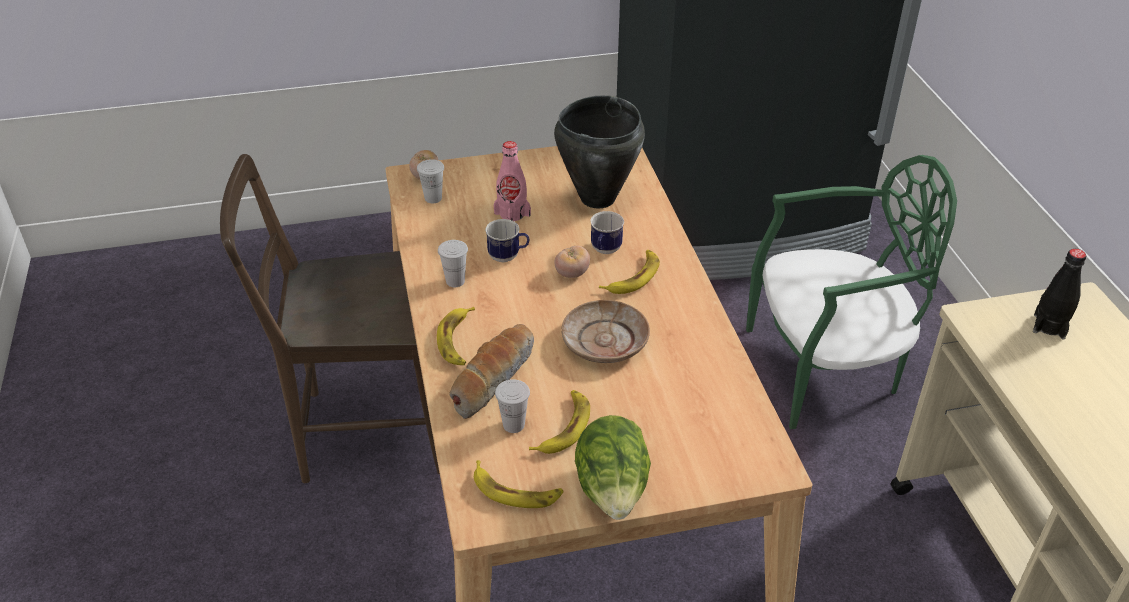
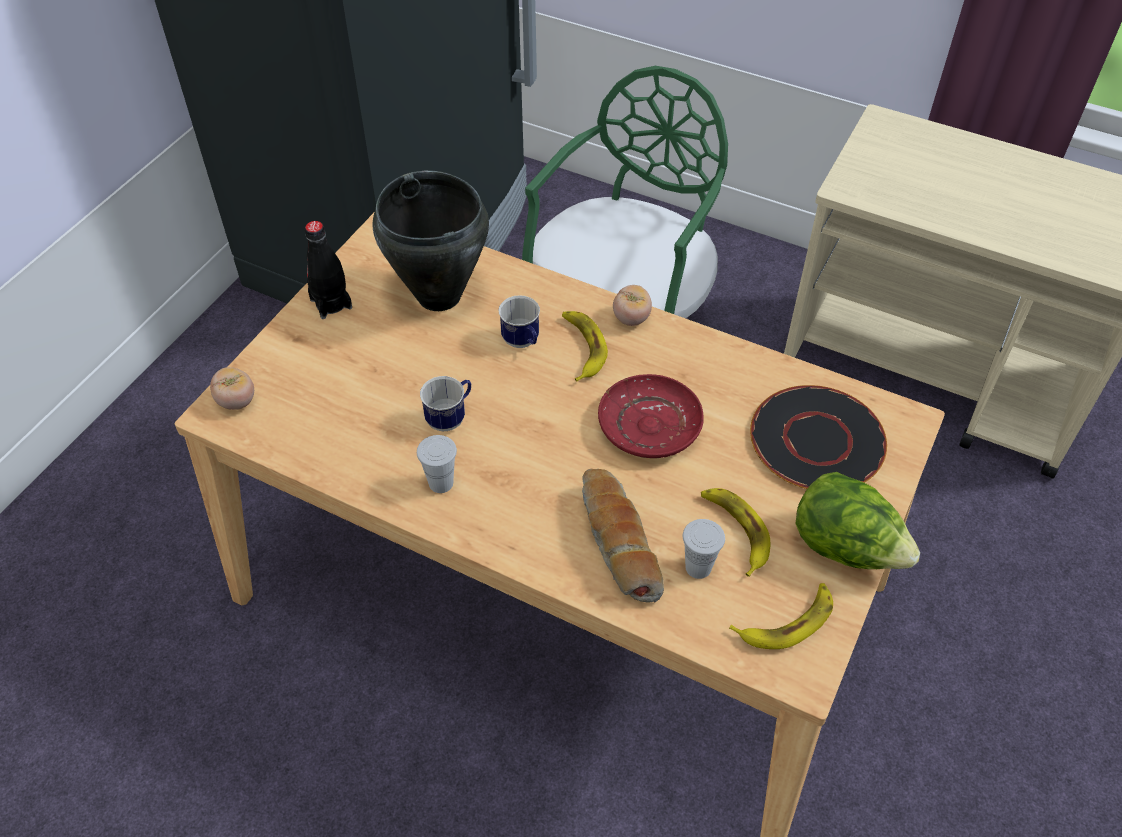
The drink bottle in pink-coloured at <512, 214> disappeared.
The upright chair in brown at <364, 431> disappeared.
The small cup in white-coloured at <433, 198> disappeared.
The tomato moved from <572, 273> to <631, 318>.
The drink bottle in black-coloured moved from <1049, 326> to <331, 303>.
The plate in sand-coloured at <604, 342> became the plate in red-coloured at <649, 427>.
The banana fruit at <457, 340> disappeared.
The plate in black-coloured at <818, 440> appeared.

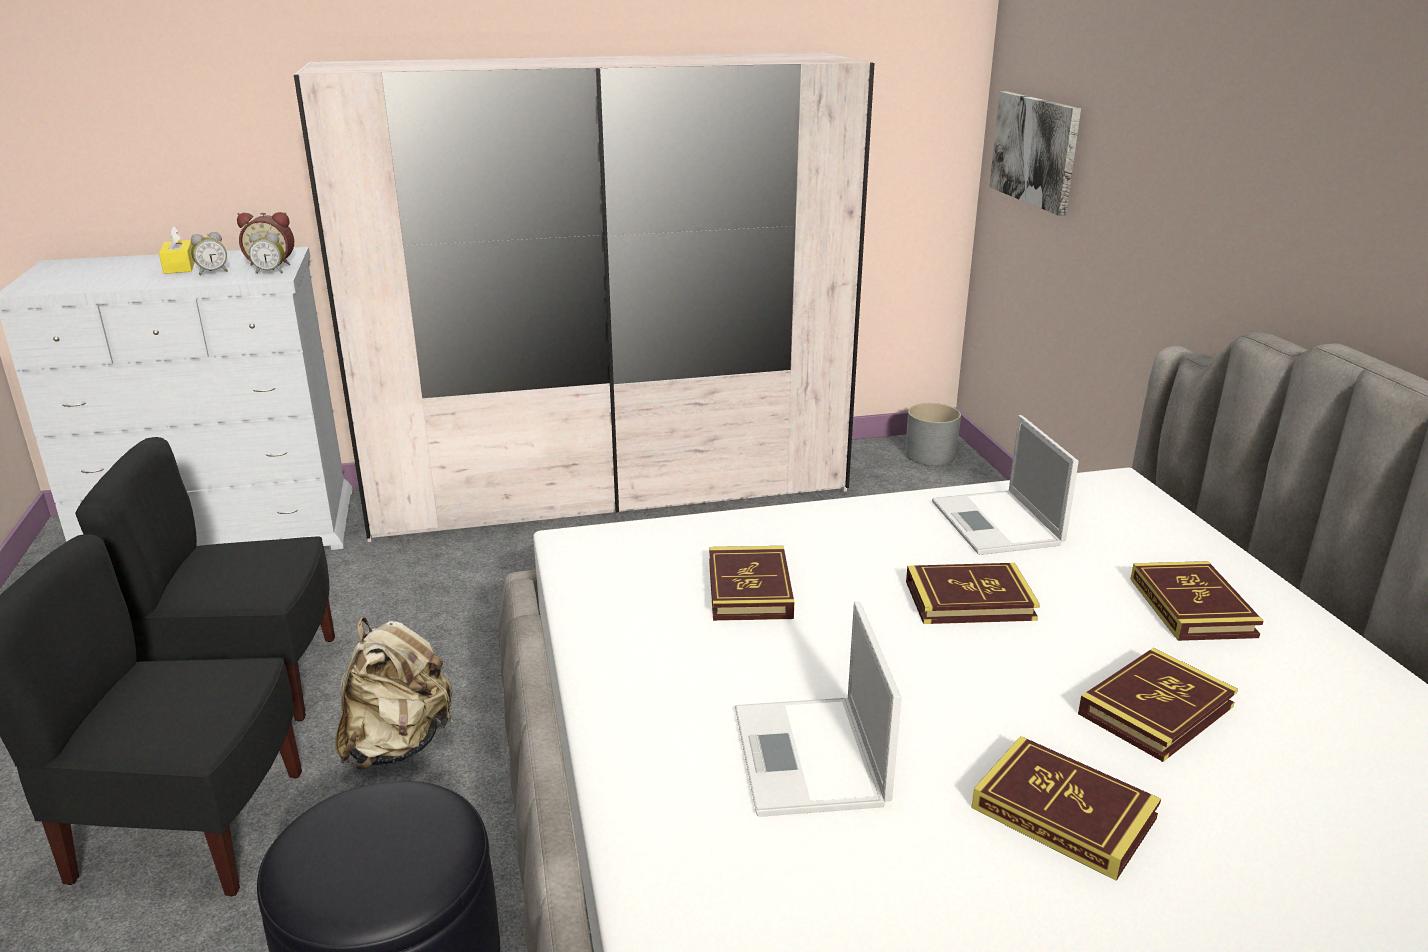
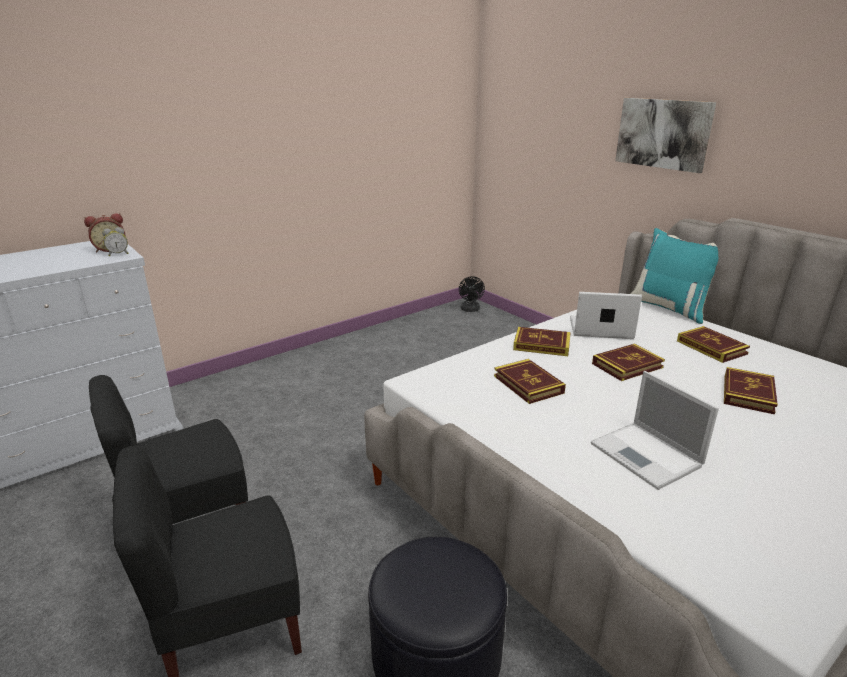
The wardrobe in white-coloured at <612, 490> disappeared.
The wall art moved from <1035, 150> to <663, 133>.
The tissue box in yellowish at <179, 267> disappeared.
The table clock at <212, 272> disappeared.
The flower pot in greyish at <930, 455> was replaced by the electric fan in black-coloured at <470, 310>.
The laptop at <998, 524> turned 135 degrees clockwise.
The backpack in sand-coloured at <398, 744> disappeared.
The bound book moved from <1063, 813> to <541, 345>.
The cushion in turquoise at <670, 308> appeared.

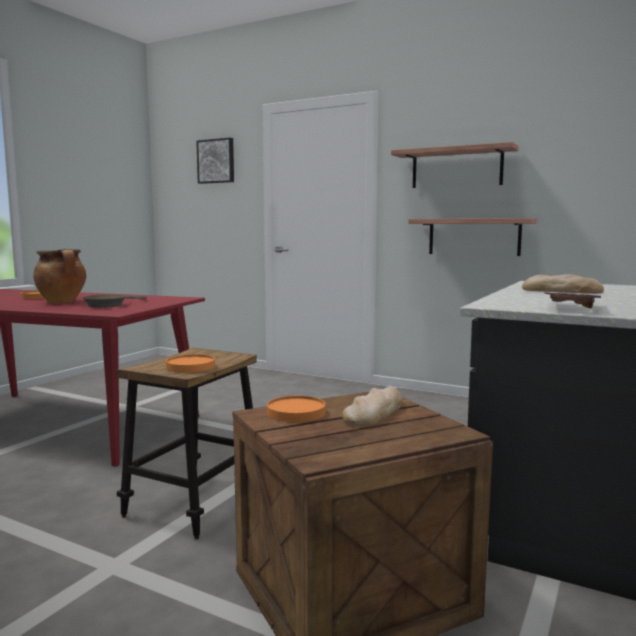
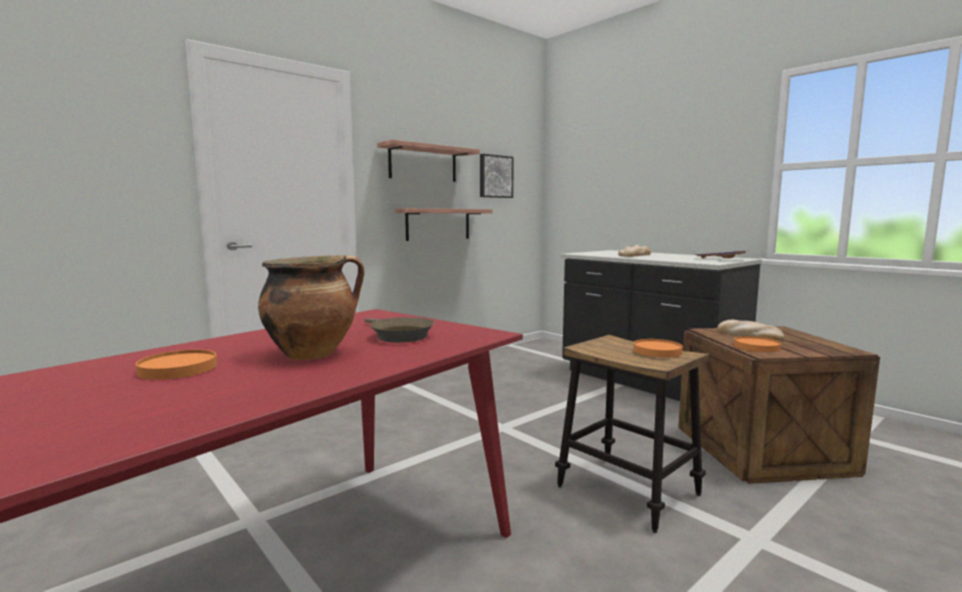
The wall art moved from <216, 161> to <495, 176>.

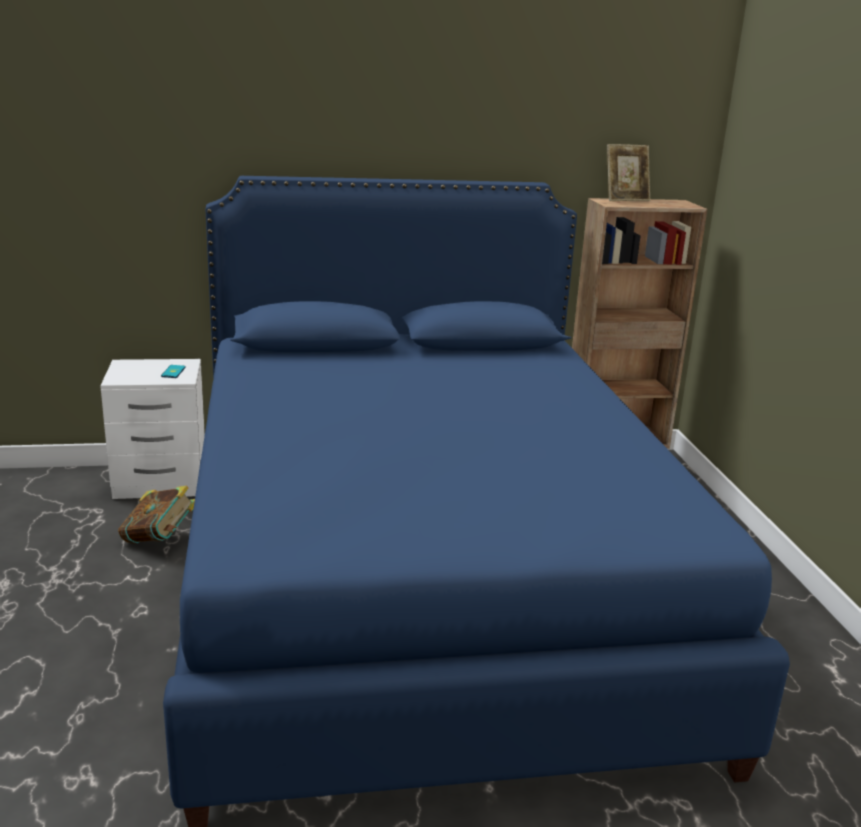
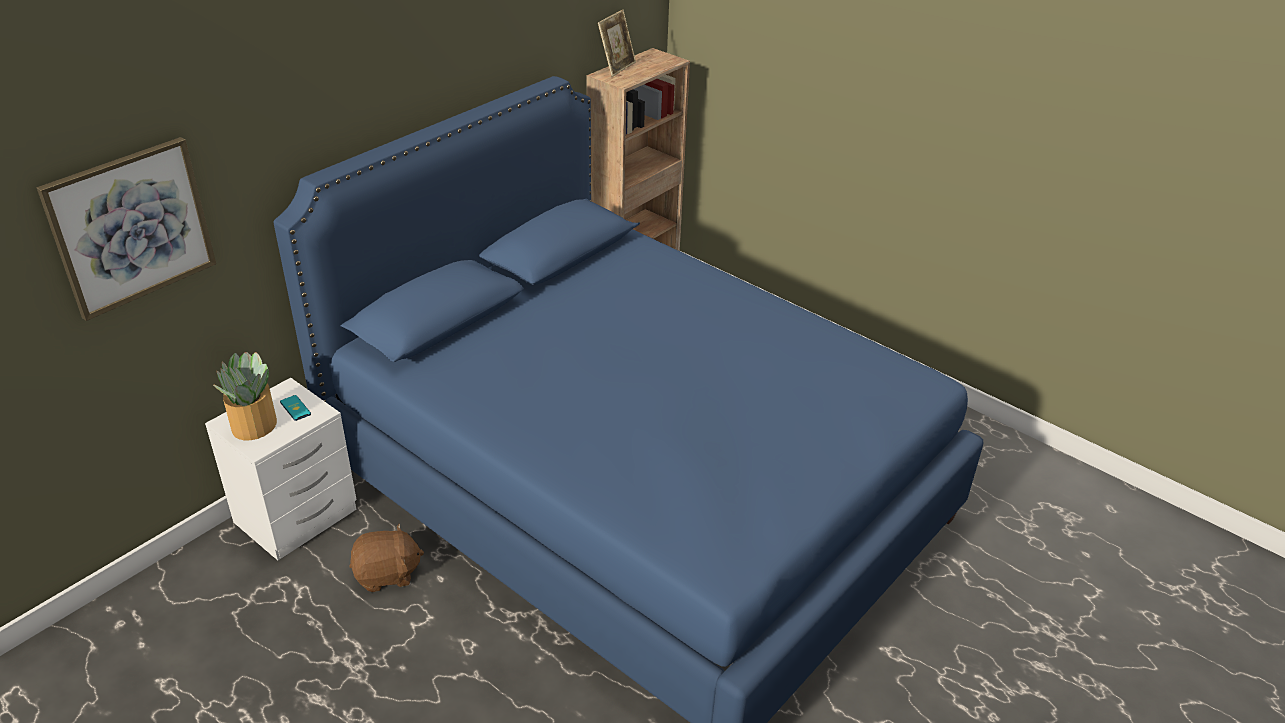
The bound book at <160, 540> was replaced by the plush toy in brown at <387, 574>.
The wall art at <131, 227> appeared.
The potted plant at <253, 426> appeared.

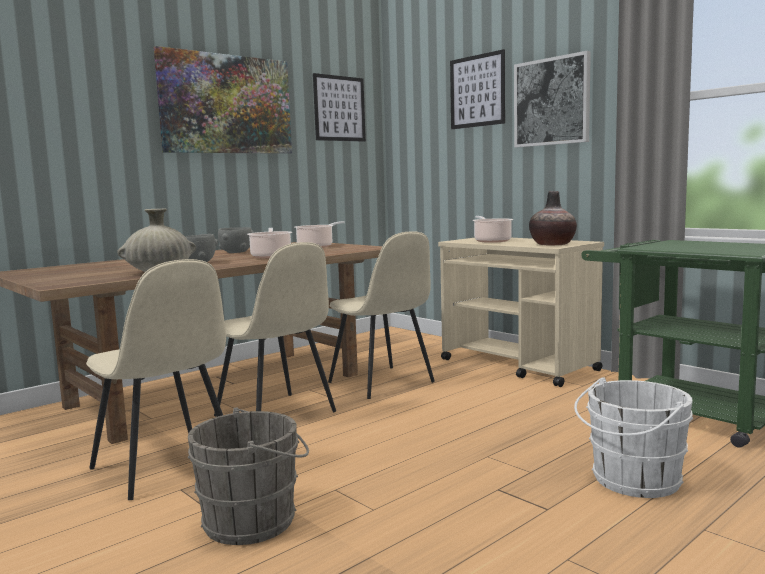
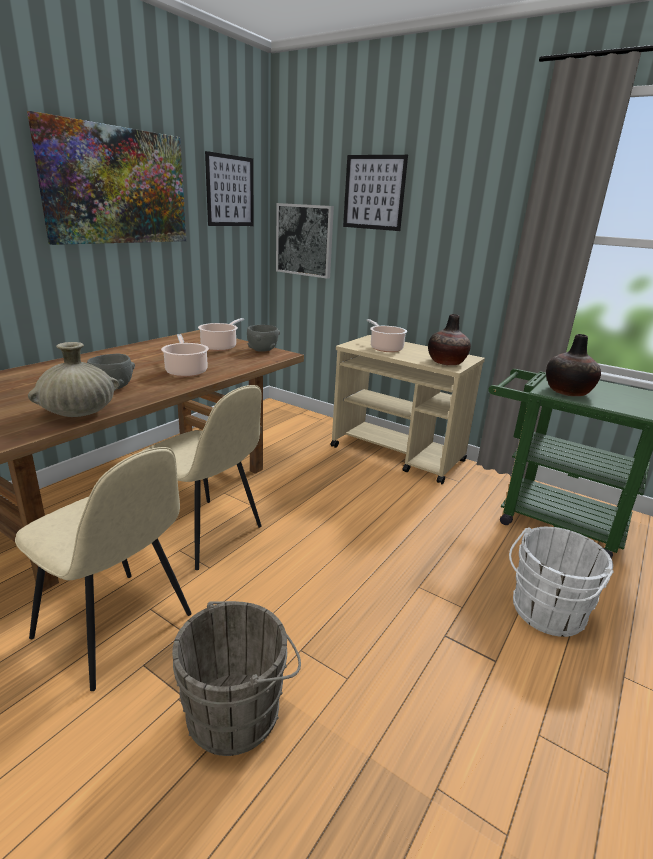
The wall art moved from <552, 102> to <304, 240>.
The deep dish in greyish moved from <236, 252> to <262, 350>.
The upright chair in sand-coloured at <382, 383> disappeared.
The flower vase at <567, 392> appeared.

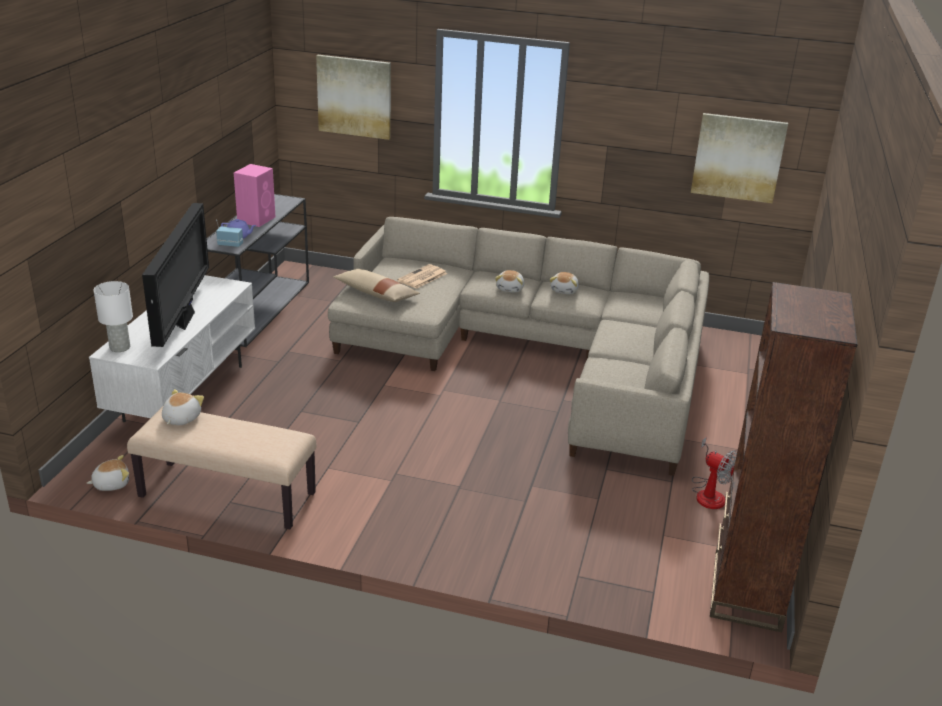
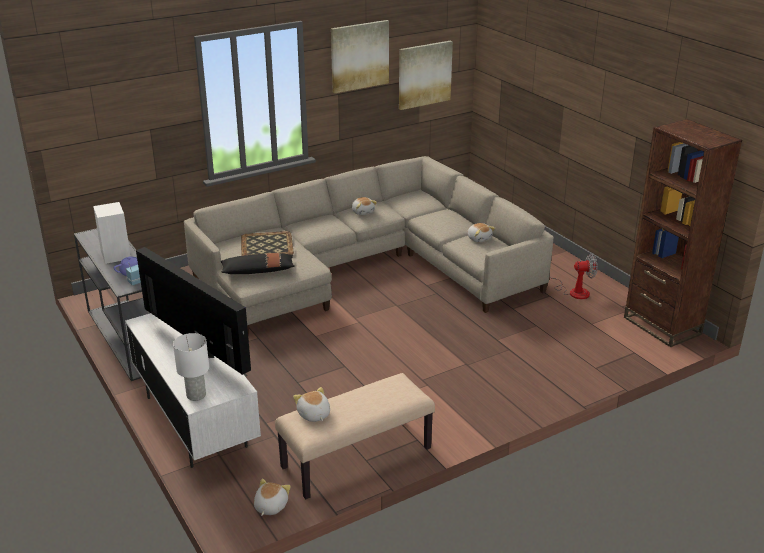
The wall art moved from <354, 96> to <359, 56>.
The audio speaker in pink-coloured at <257, 219> became the audio speaker in white-coloured at <115, 254>.
The daily paper at <422, 277> was replaced by the serving tray at <267, 245>.
The cushion in sand-coloured at <376, 294> became the cushion in black-coloured at <258, 271>.
The plush toy moved from <510, 288> to <479, 238>.

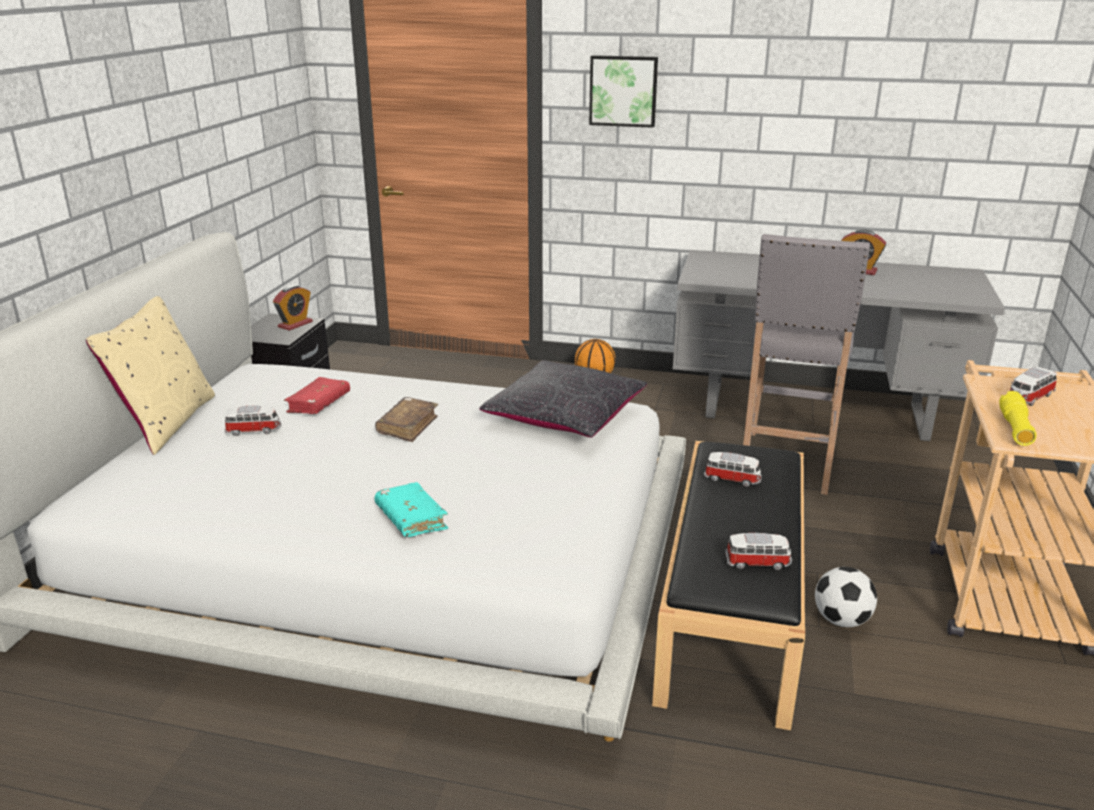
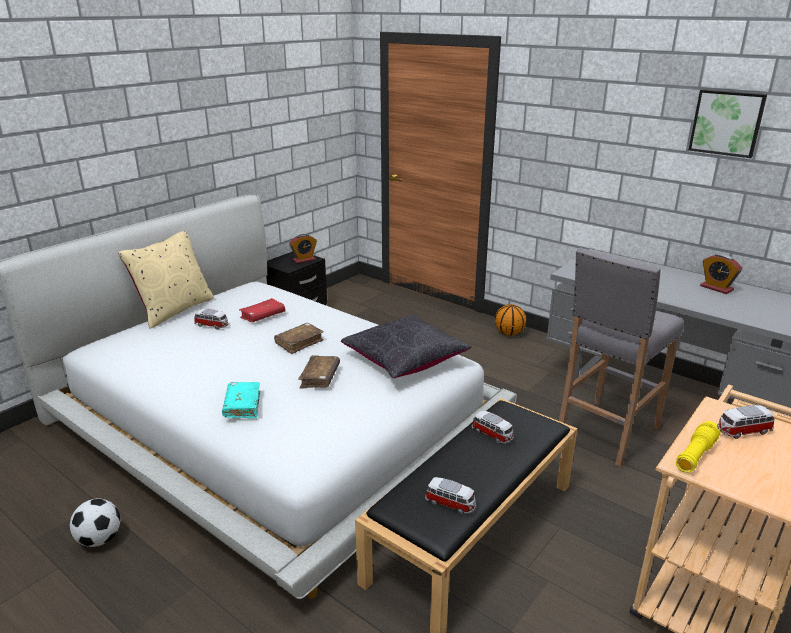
The wall art moved from <623, 91> to <727, 122>.
The football ball moved from <841, 620> to <99, 539>.
The bound book in brown at <320, 377> appeared.

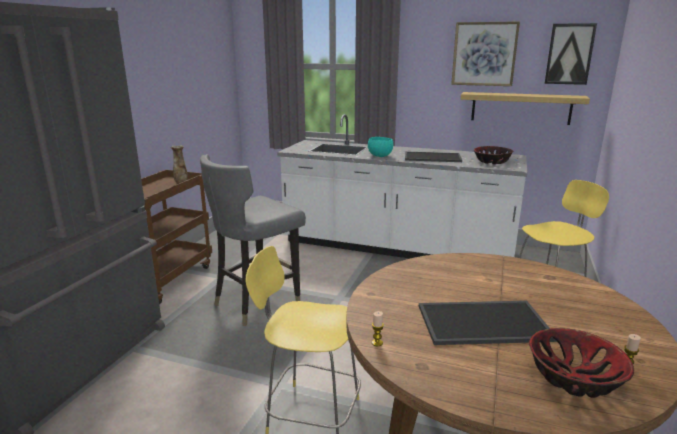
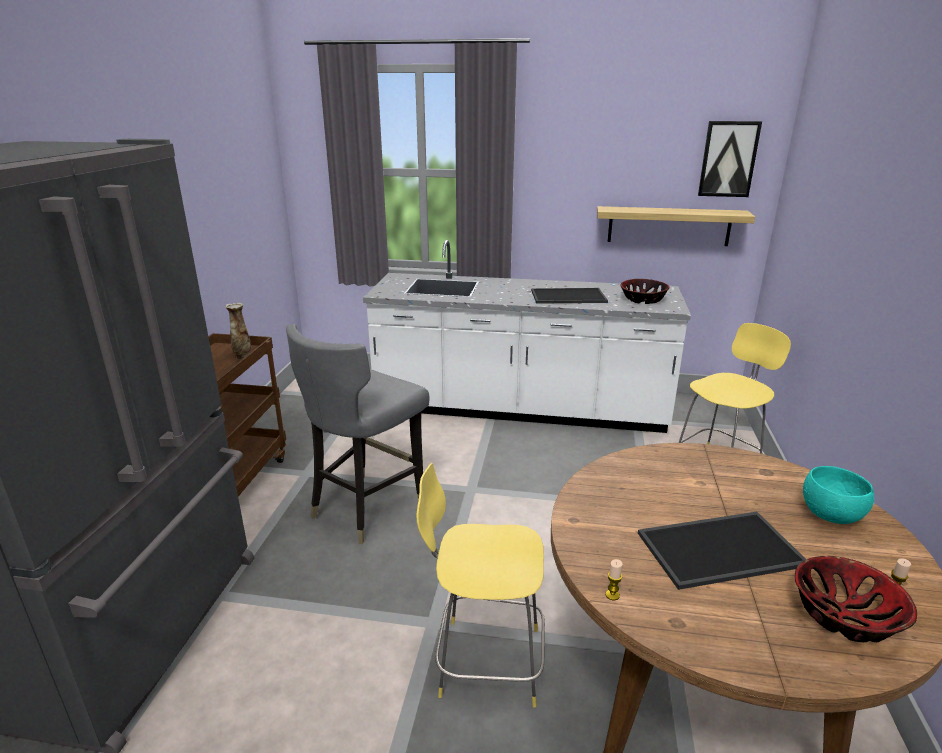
The wall art at <484, 54> disappeared.
The deep dish in turquoise moved from <380, 156> to <831, 516>.

